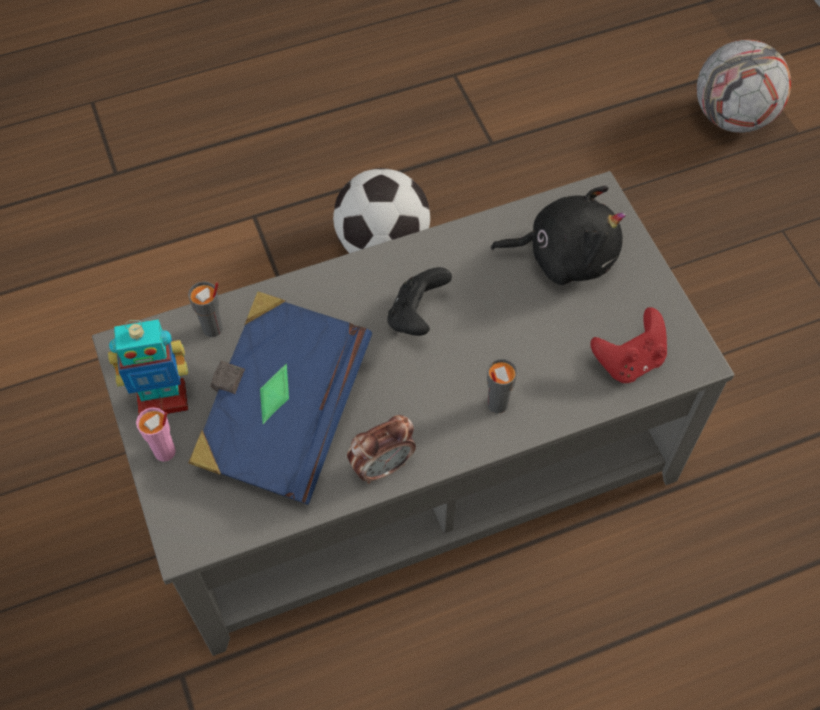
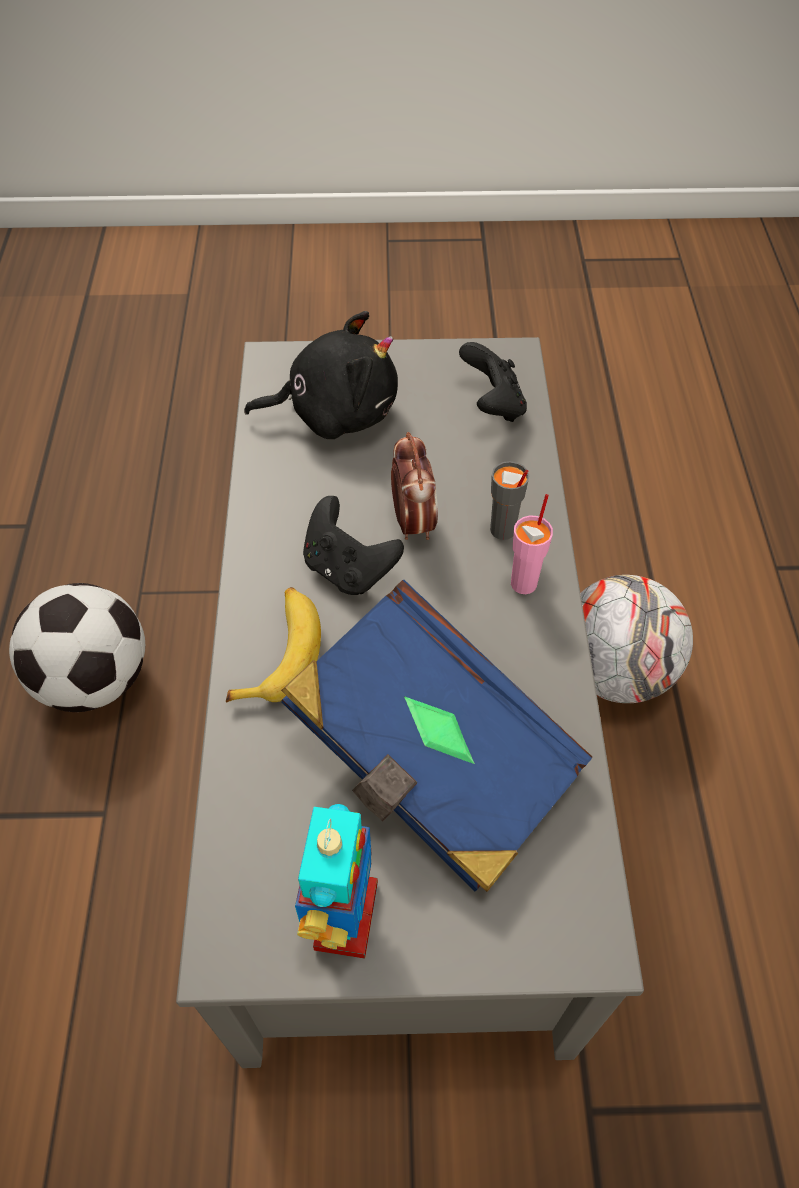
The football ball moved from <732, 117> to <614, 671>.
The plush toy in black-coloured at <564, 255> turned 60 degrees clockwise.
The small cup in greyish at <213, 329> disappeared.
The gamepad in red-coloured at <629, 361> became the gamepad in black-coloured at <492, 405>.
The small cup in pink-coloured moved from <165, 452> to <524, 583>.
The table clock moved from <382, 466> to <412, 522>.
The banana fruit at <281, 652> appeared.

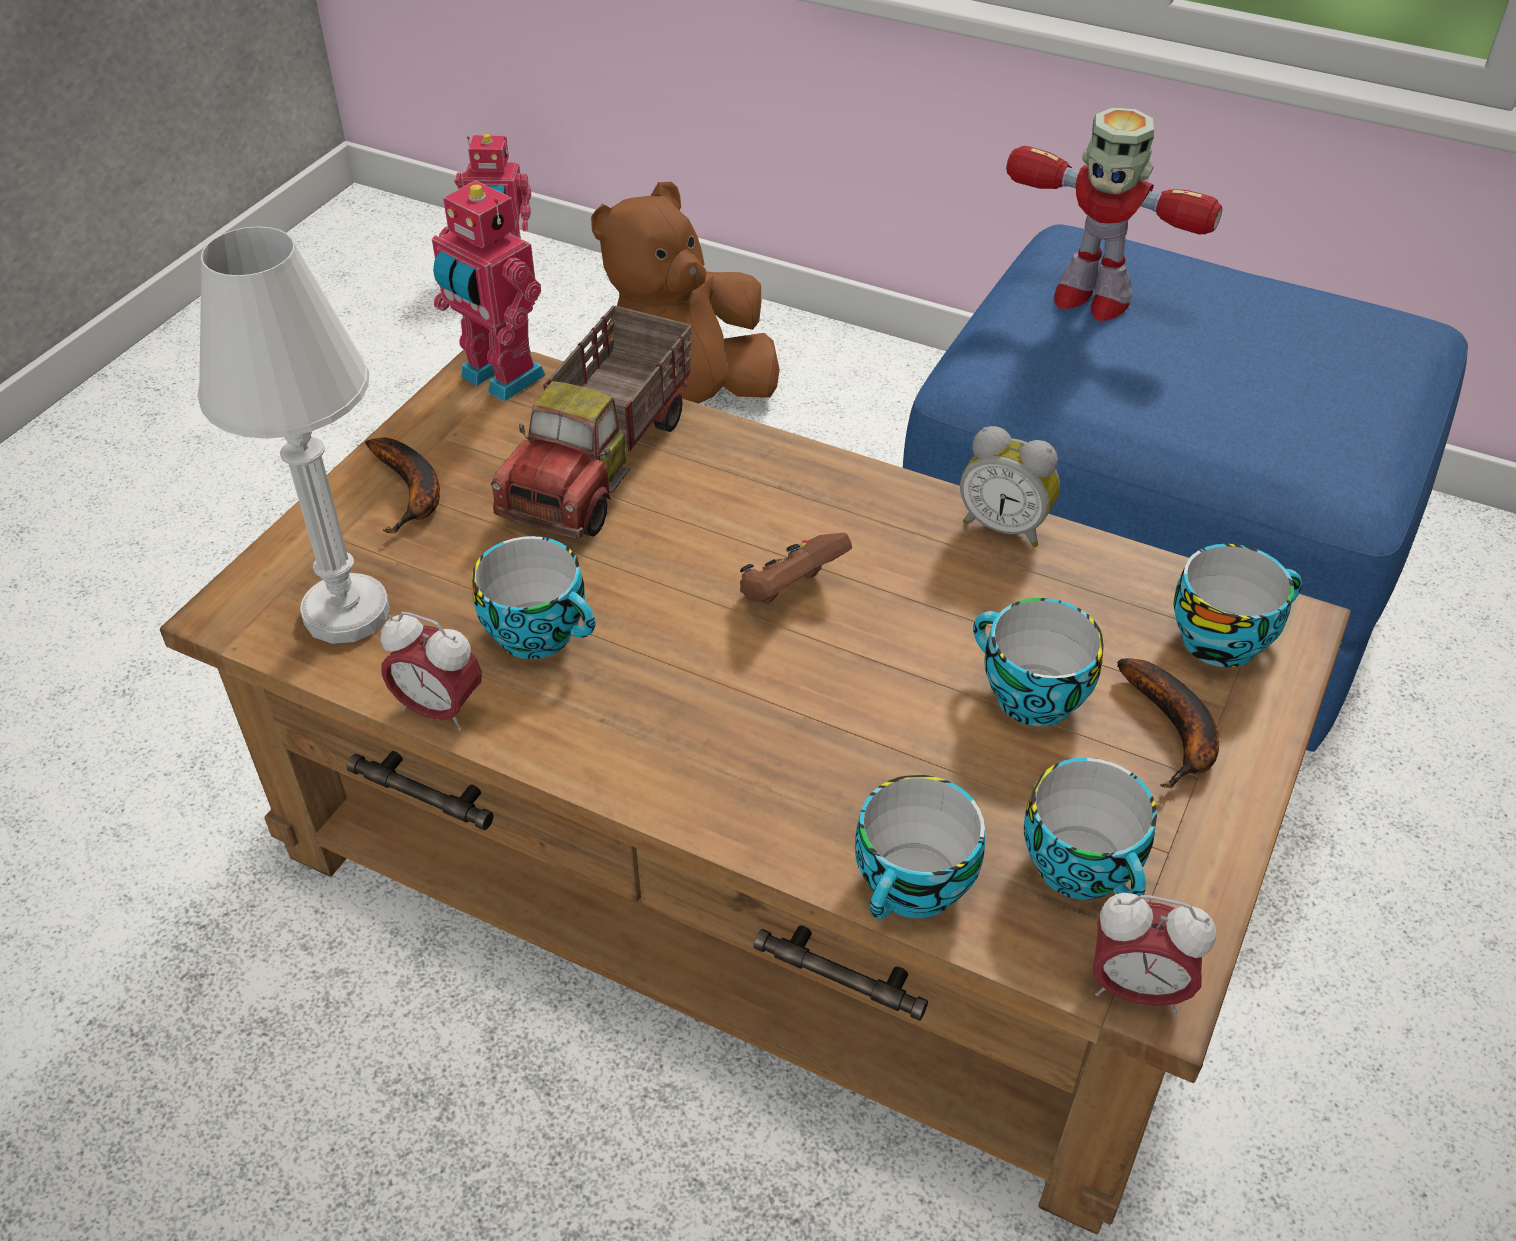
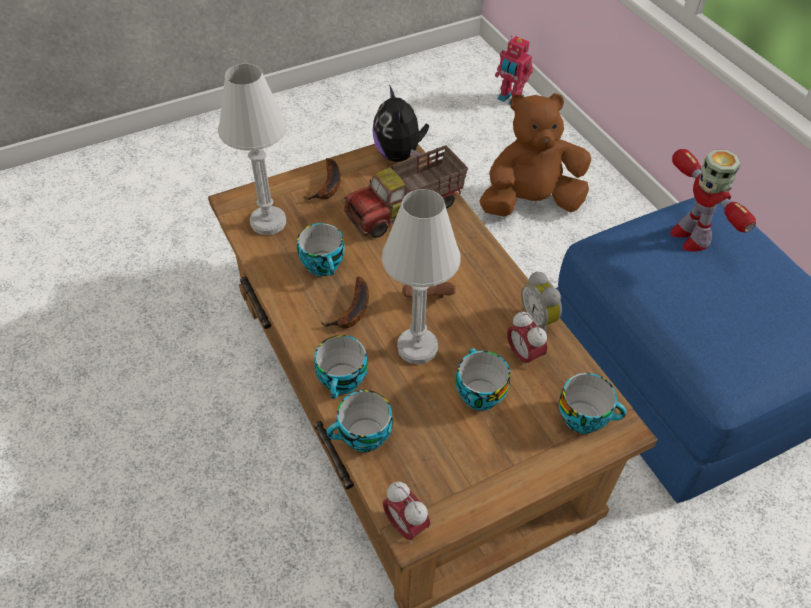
The robot figure at <498, 378> was replaced by the plush toy at <399, 154>.
The table clock moved from <439, 710> to <523, 355>.
The banana fruit moved from <1175, 732> to <353, 311>.
The small cup moved from <1086, 868> to <343, 382>.
The tabletop lamp in white-coloured at <417, 347> appeared.

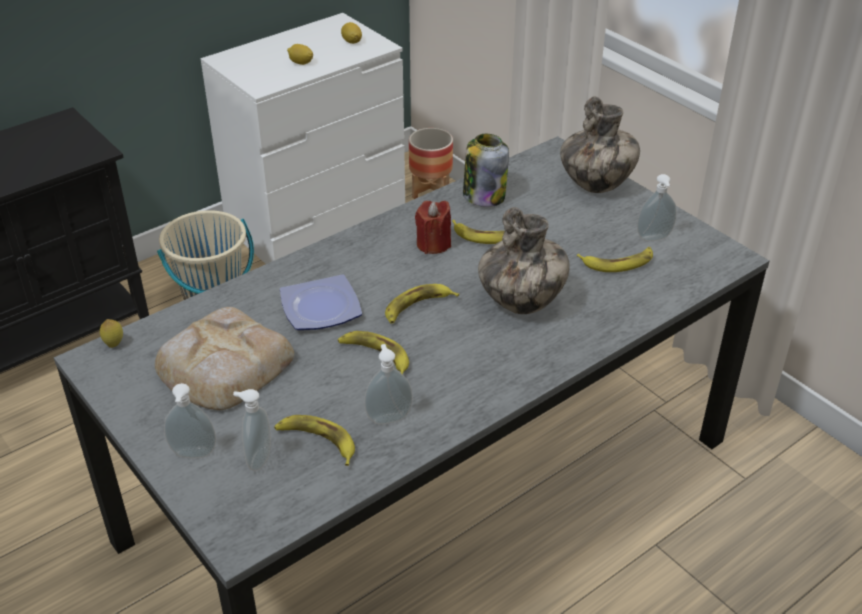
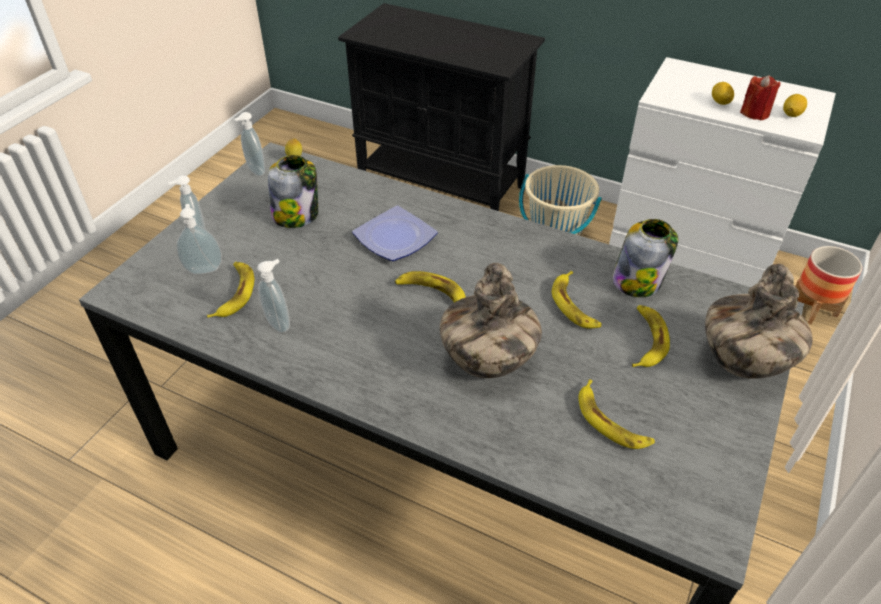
The soap dispenser moved from <654, 239> to <255, 171>.
The candle in red-coloured moved from <433, 244> to <754, 113>.
The bread at <222, 366> was replaced by the preserve jar at <296, 215>.
The banana fruit moved from <375, 355> to <646, 340>.

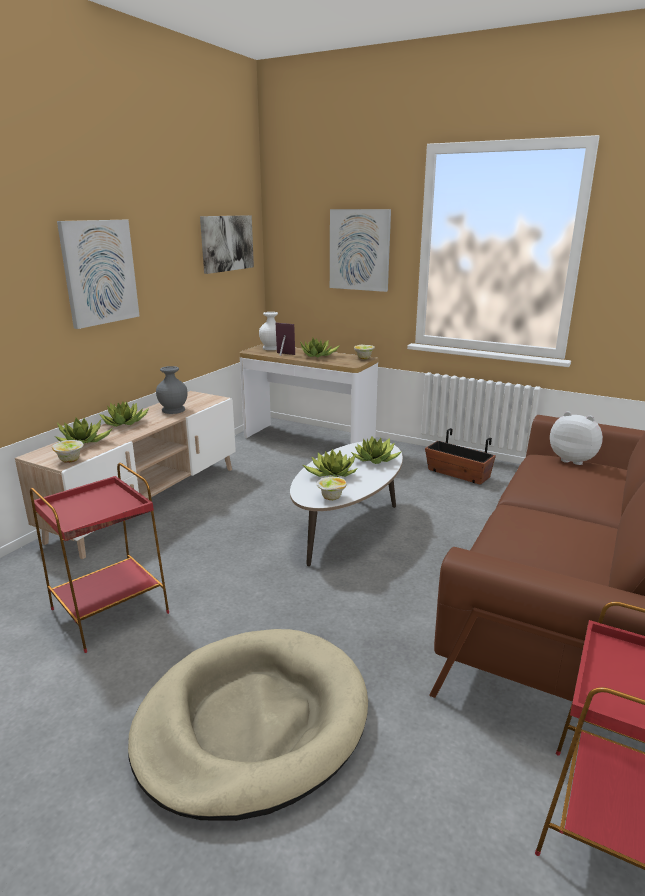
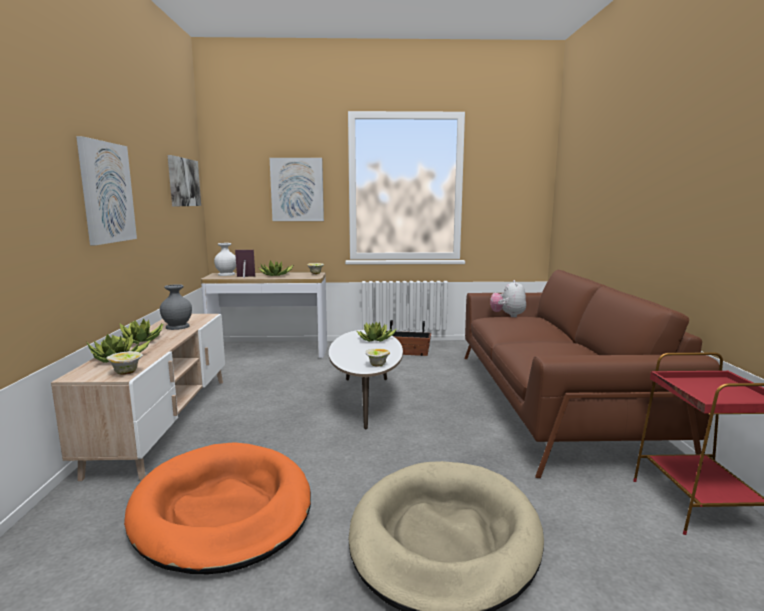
The plush toy at <573, 460> turned 90 degrees counterclockwise.
The potted plant at <331, 474> disappeared.
The side table in red-coloured at <108, 611> was replaced by the dog cushion in orange at <223, 510>.

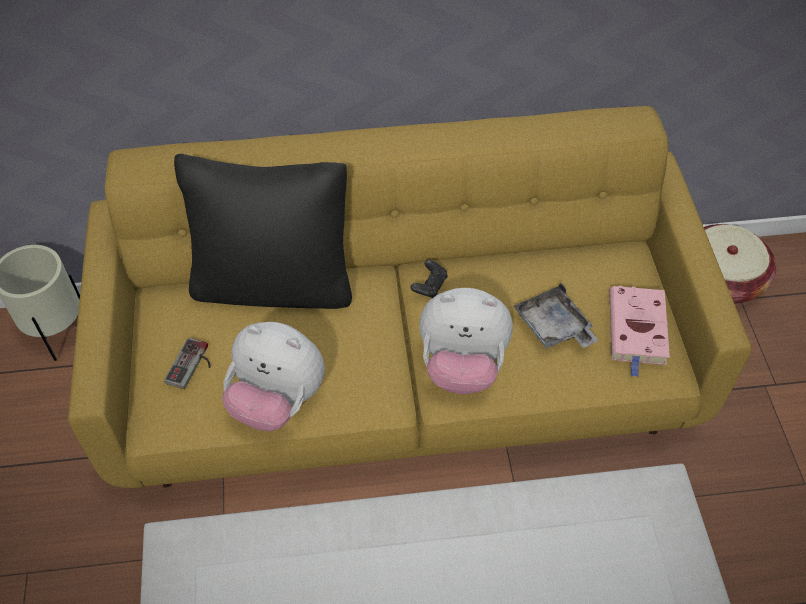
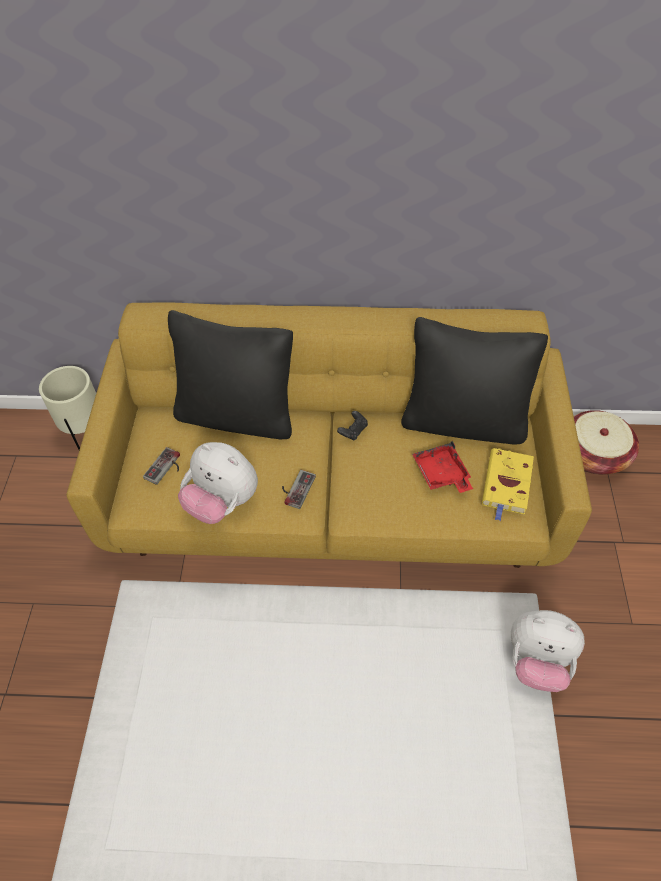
The serving tray in greyish at <553, 327> became the serving tray in red-coloured at <441, 474>.
The bound book in pink-coloured at <637, 331> became the bound book in yellowish at <507, 485>.
The plush toy moved from <462, 366> to <537, 661>.
The cushion in black-coloured at <463, 421> appeared.
The gamepad at <295, 488> appeared.

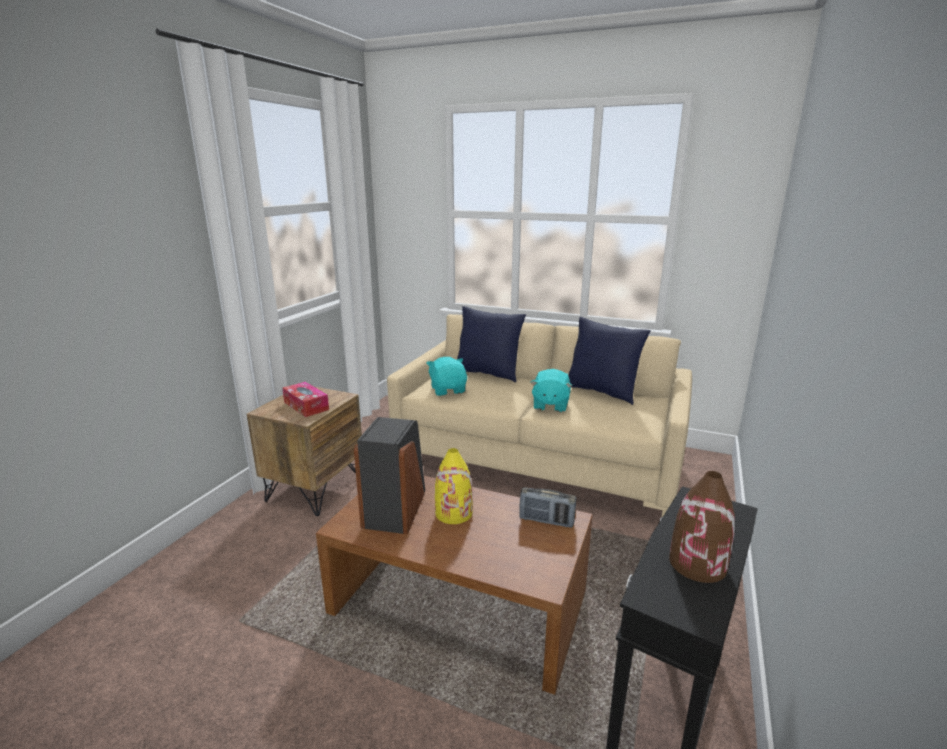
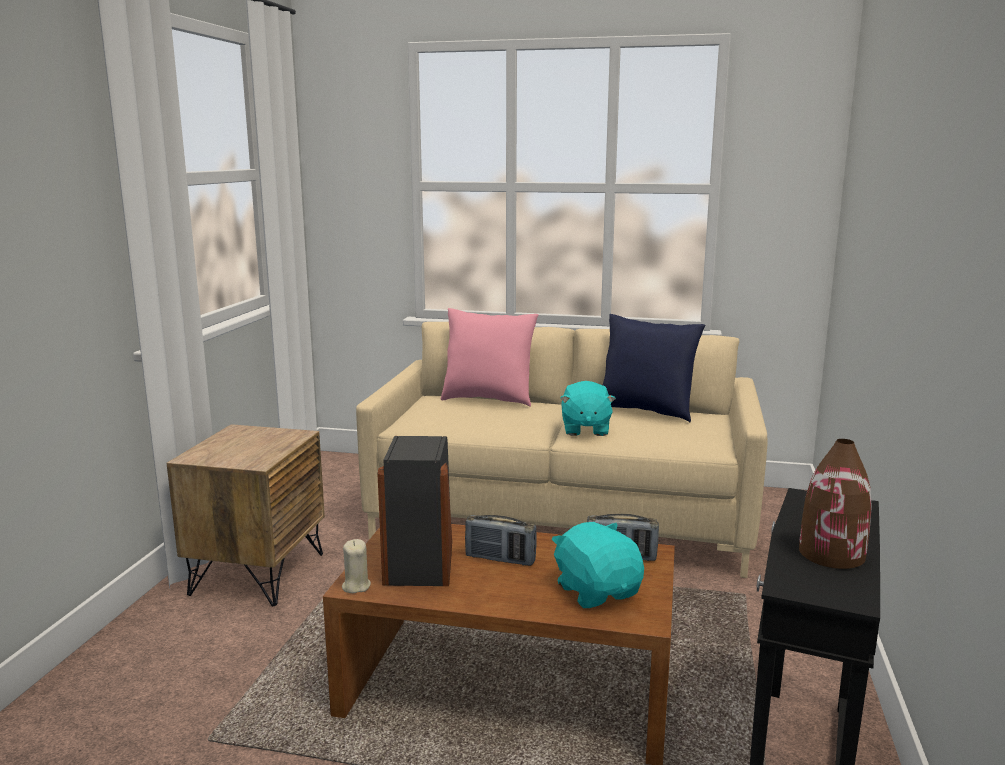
The cushion in blue at <488, 374> became the cushion in pink-coloured at <488, 399>.
The plush toy in turquoise moved from <448, 390> to <597, 591>.
The tissue box at <306, 406> disappeared.
The flower vase in yellowish at <454, 513> was replaced by the radio at <500, 559>.
The candle in sand-coloured at <356, 586> appeared.

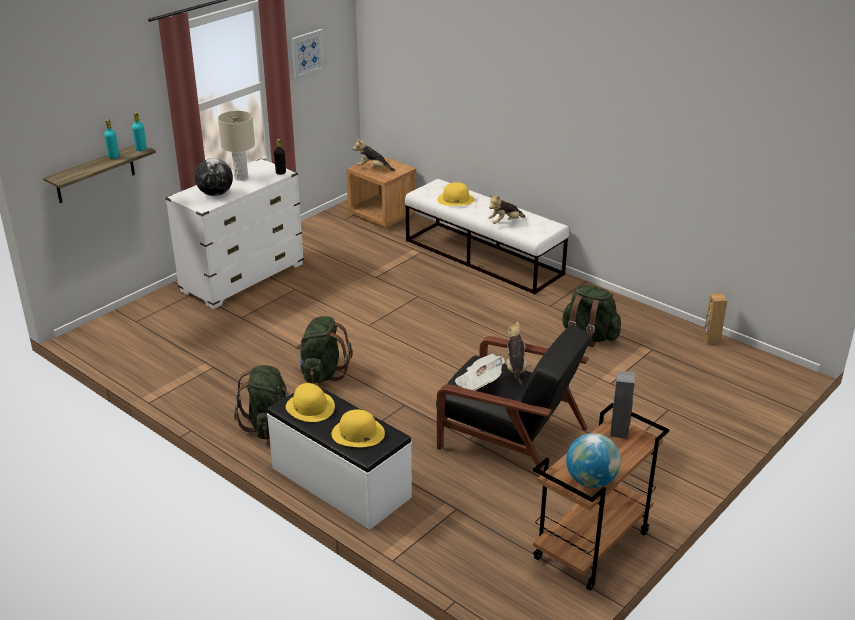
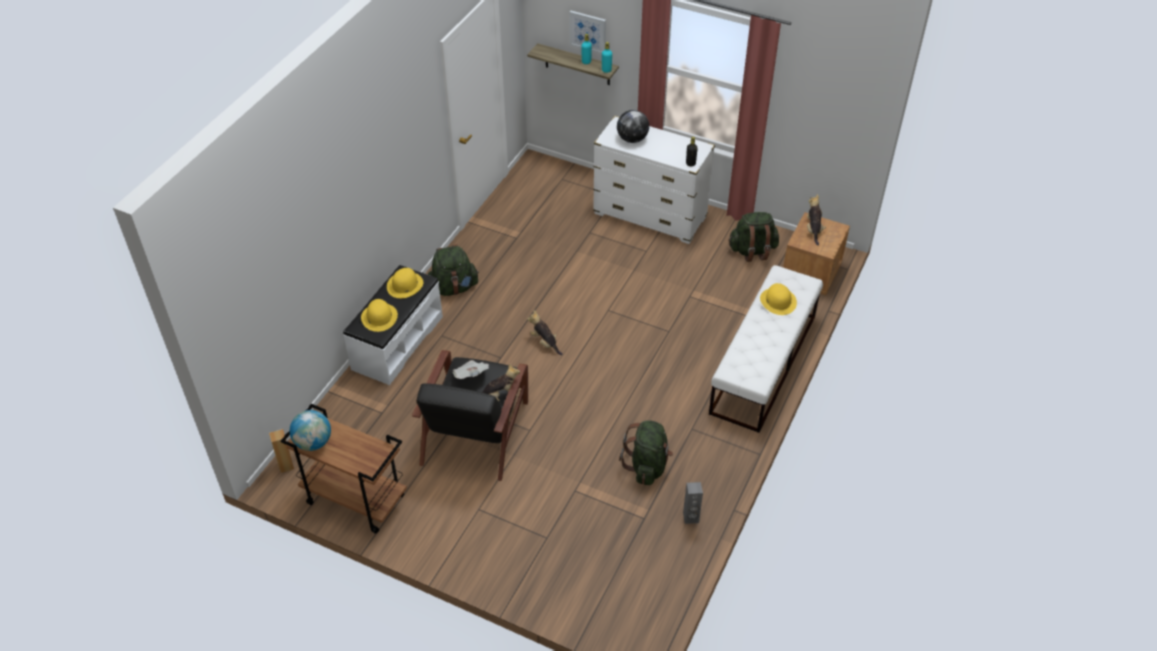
The wall art moved from <307, 53> to <588, 31>.
The tabletop lamp in sand-coloured at <241, 177> disappeared.
The plush toy moved from <505, 222> to <545, 343>.
The audio speaker in brown moved from <711, 340> to <286, 466>.
The backpack in greenish moved from <322, 373> to <752, 251>.
The audio speaker in greyish moved from <619, 431> to <691, 518>.

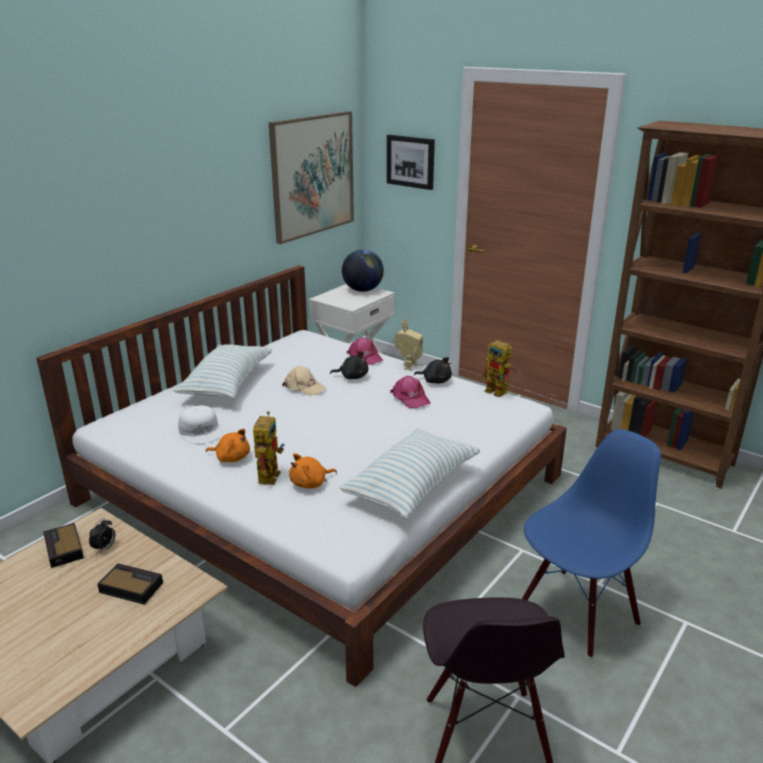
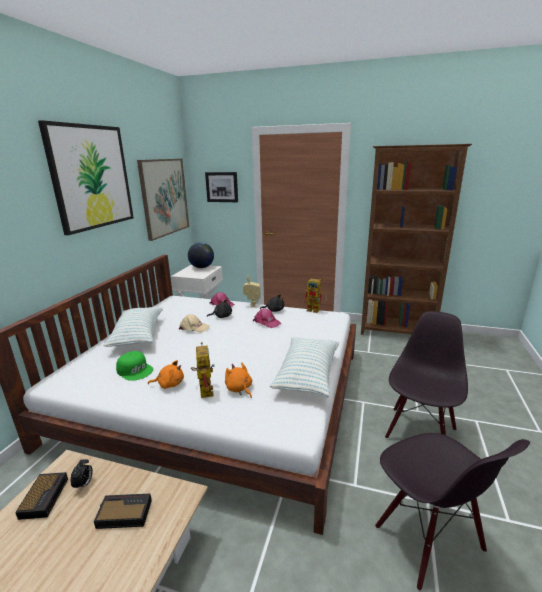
The baseball cap in white-coloured at <201, 431> became the baseball cap in greenish at <135, 370>.
The upright chair in blue at <577, 613> became the upright chair in black-coloured at <419, 432>.
The plush toy in orange at <310, 483> turned 105 degrees clockwise.
The table clock at <64, 549> turned 135 degrees counterclockwise.
The wall art at <91, 177> appeared.

